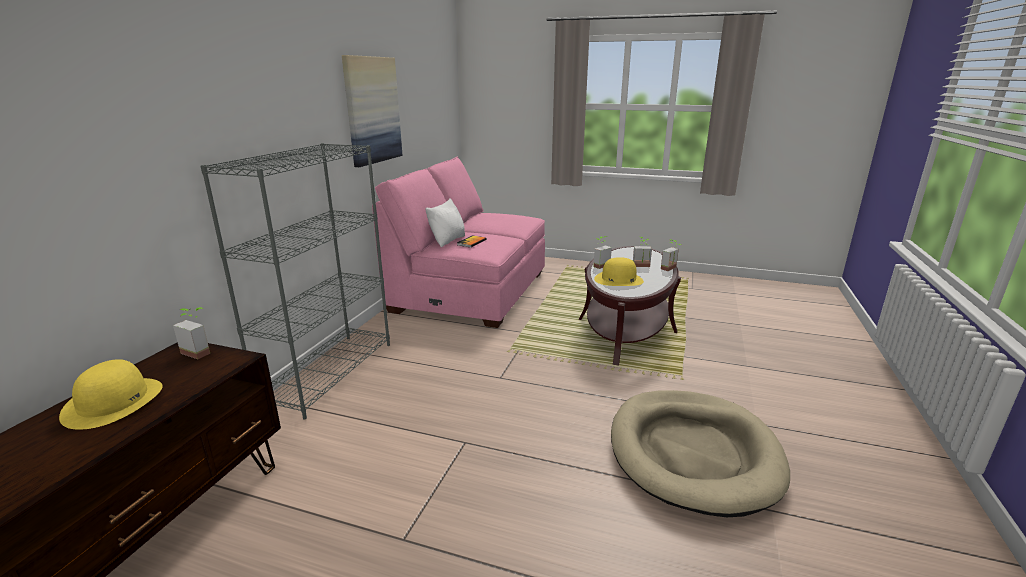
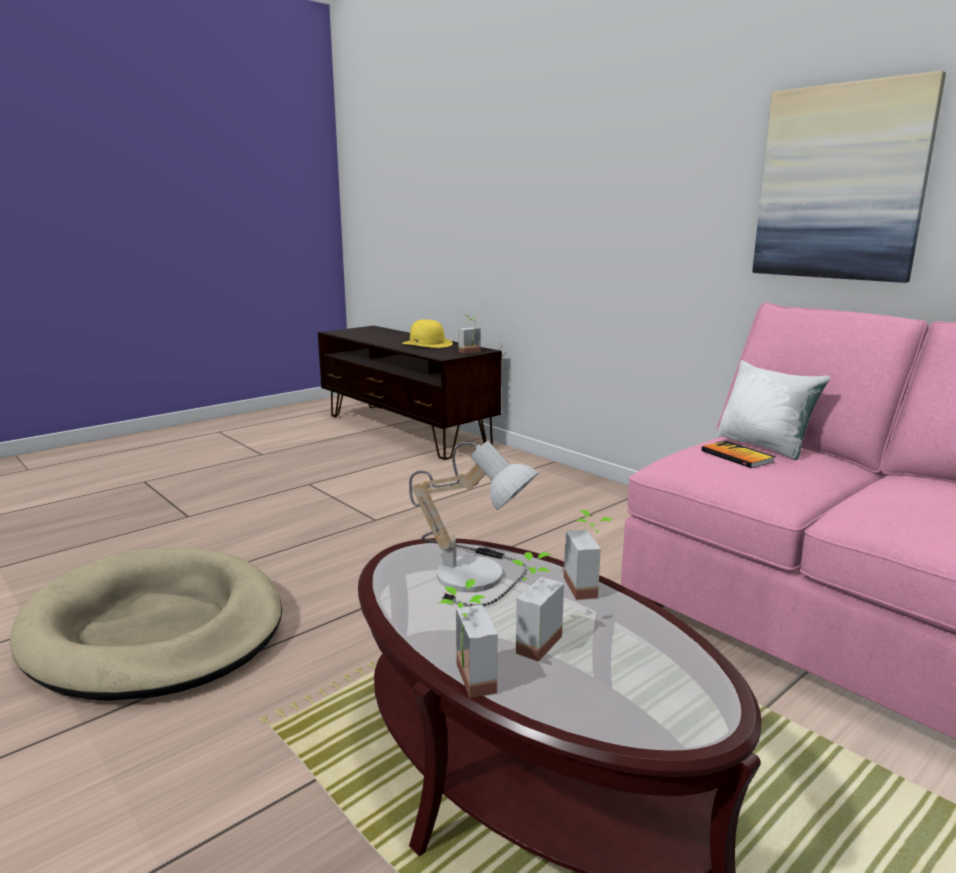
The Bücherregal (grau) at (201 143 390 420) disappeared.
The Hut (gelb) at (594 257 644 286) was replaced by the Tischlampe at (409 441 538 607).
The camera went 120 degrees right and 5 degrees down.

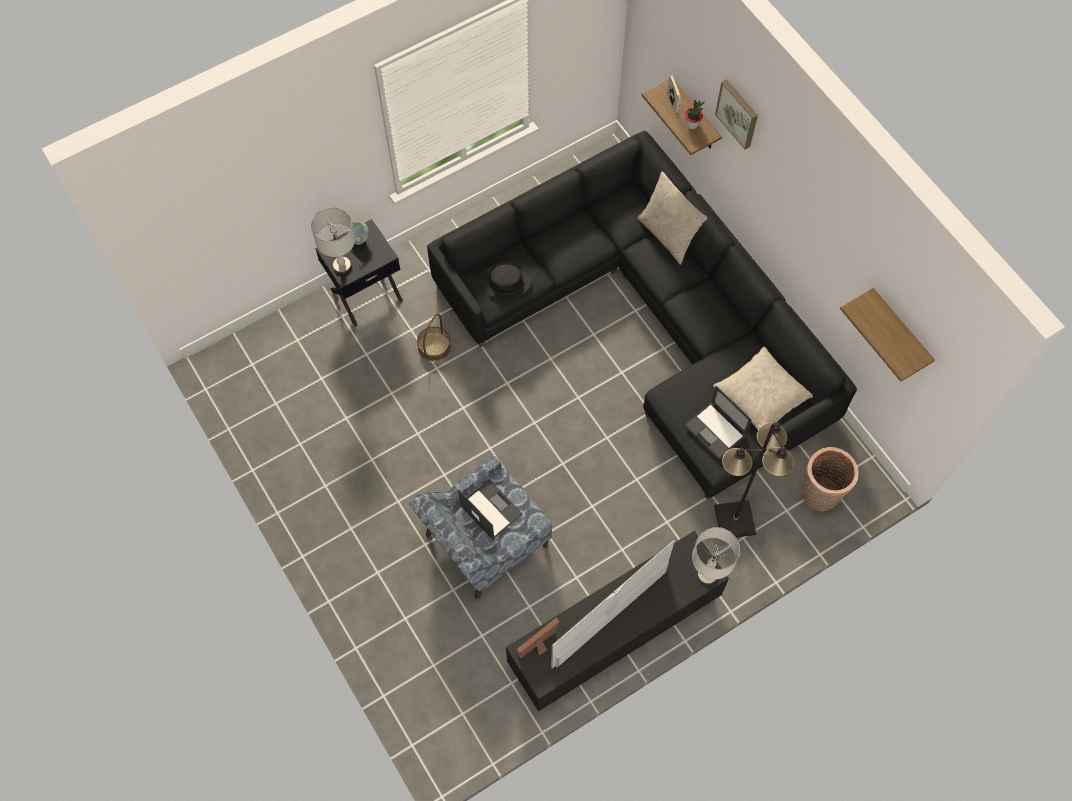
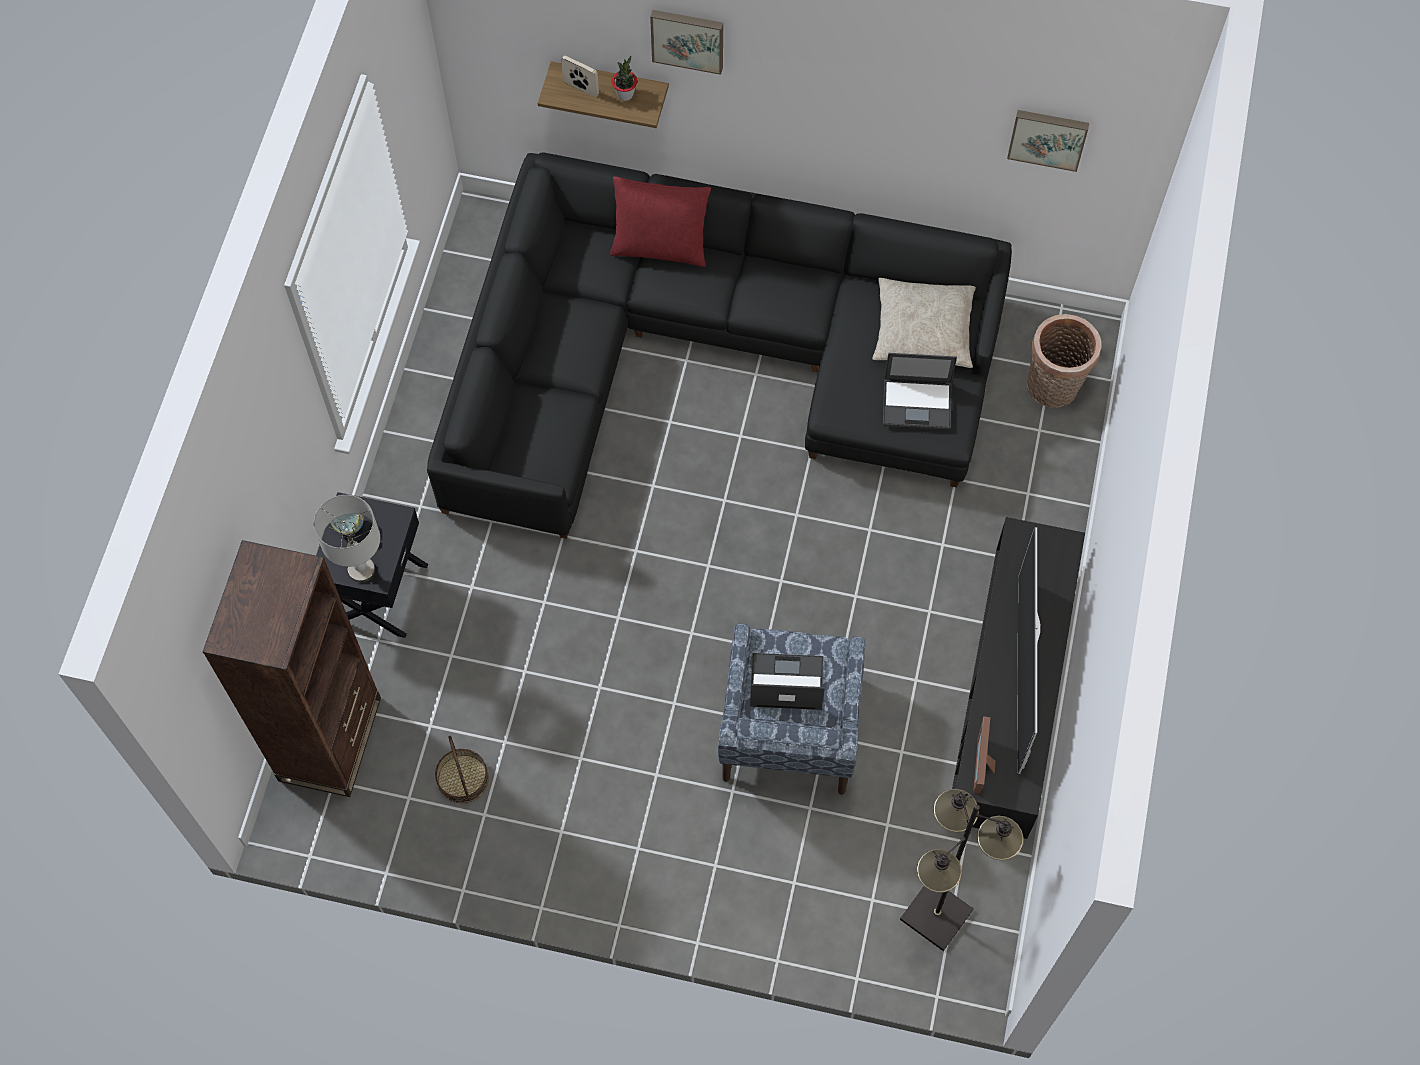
The Kissen (beige) at (638 171 707 265) became the Kissen (rot) at (610 177 711 267).
The Hut (schwarz) at (481 263 531 299) disappeared.
The Wandregal at (840 288 935 382) was replaced by the Bild at (1007 110 1089 172).
The Korb moved from (417 314 451 361) to (435 736 489 803).
The Stehlampe (schwarz) moved from (714 422 794 537) to (900 789 1024 951).
The Tischlampe (grau) at (692 527 740 585) disappeared.
The Bücherregal (braun) at (203 540 381 797) appeared.
The camera went 45 degrees left and 0 degrees up.

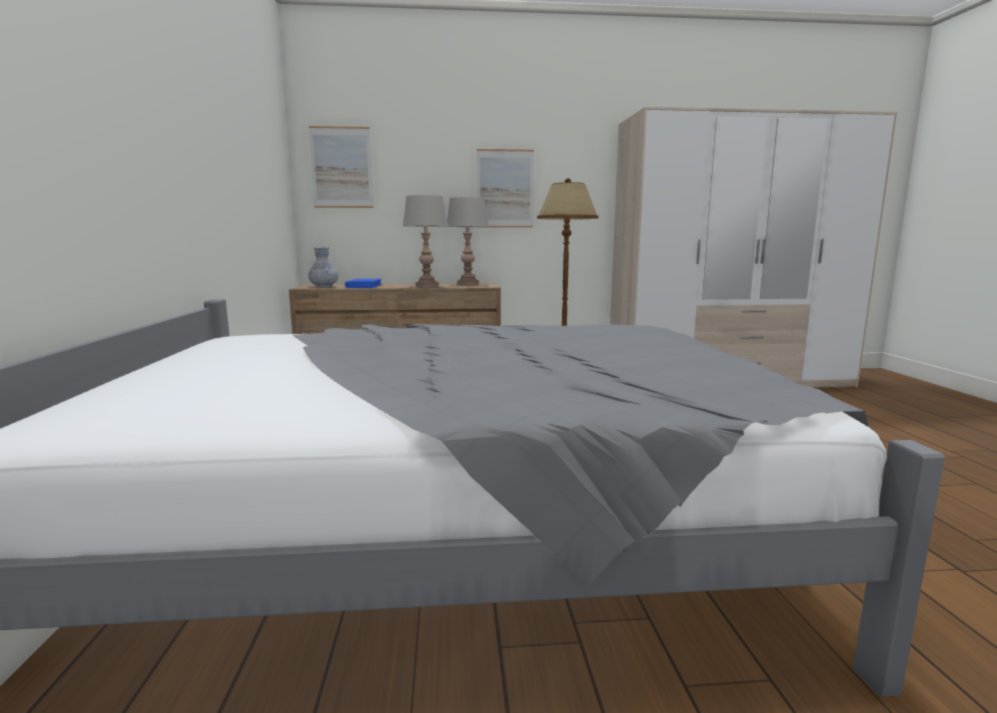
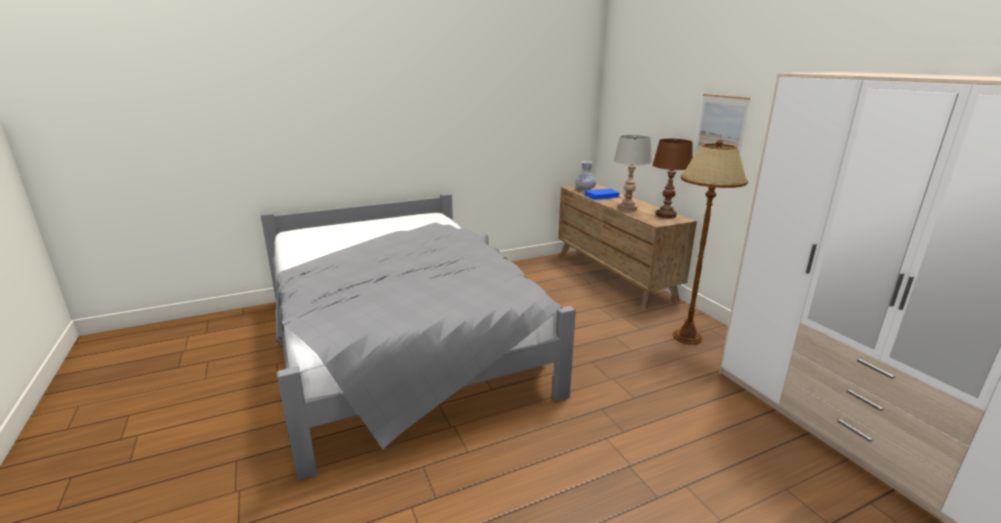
The Bild at (309 126 373 208) disappeared.
The Tischlampe (grau) at (446 197 489 285) became the Tischlampe (braun) at (652 139 693 218).
The camera went 70 degrees right and 10 degrees up.

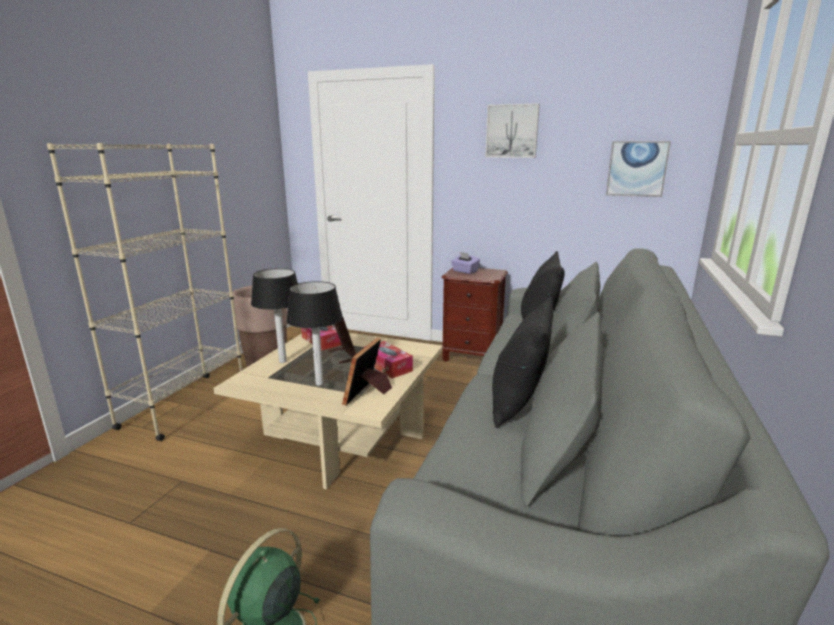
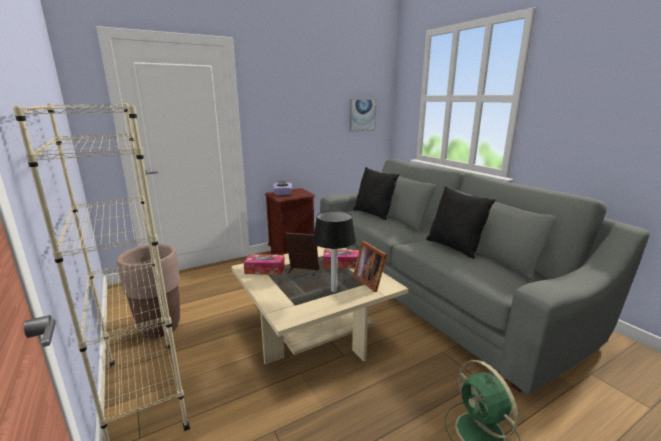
The Bild at (485 103 540 158) disappeared.
The Tischlampe at (251 268 298 363) disappeared.
The camera went 50 degrees left and 0 degrees up.

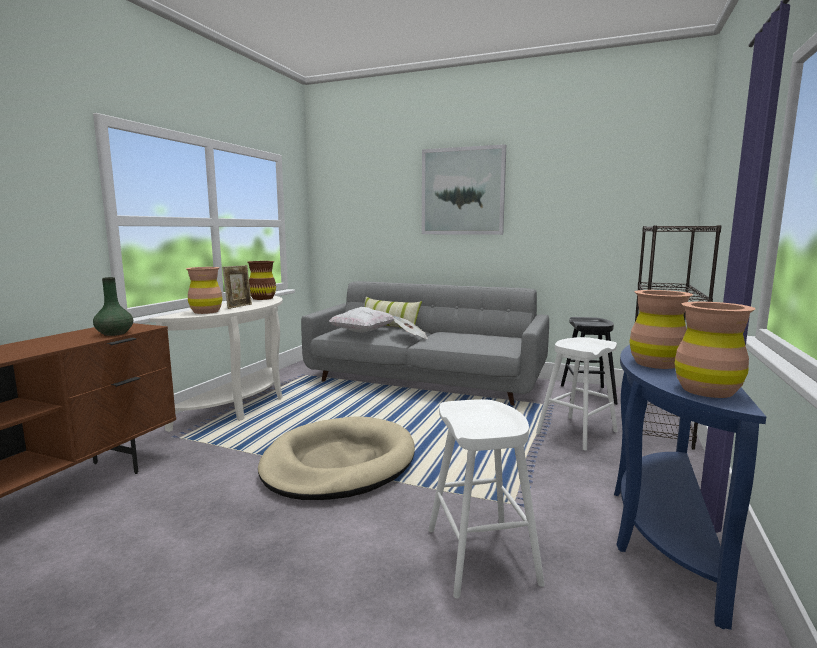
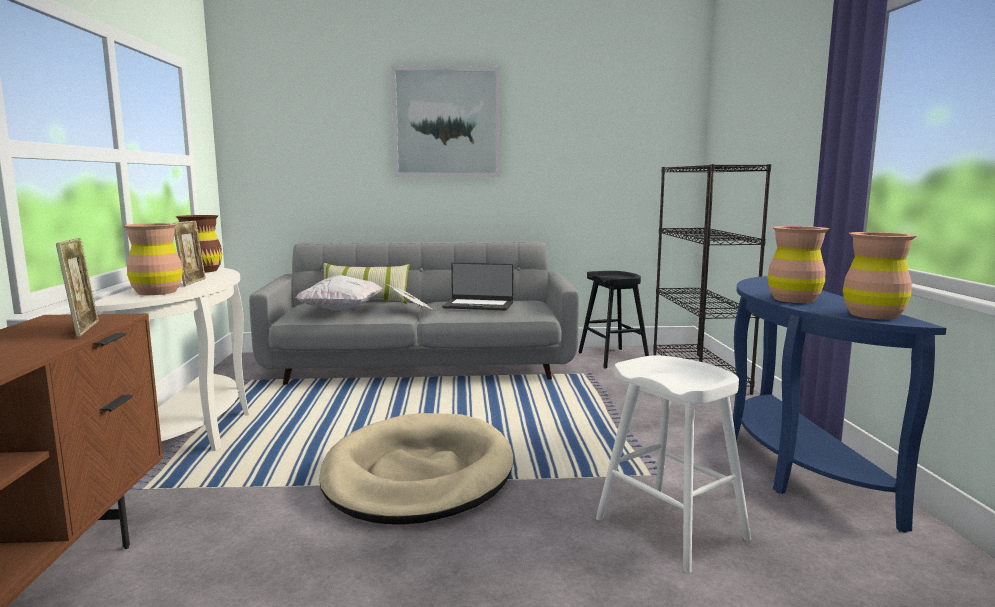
The Vase (grün) at (93 277 133 336) was replaced by the Bilderrahmen at (56 238 99 337).
The Hocker (weiß) at (536 337 618 451) disappeared.
The Laptop at (442 262 514 311) appeared.
The camera went 25 degrees left and 0 degrees up.

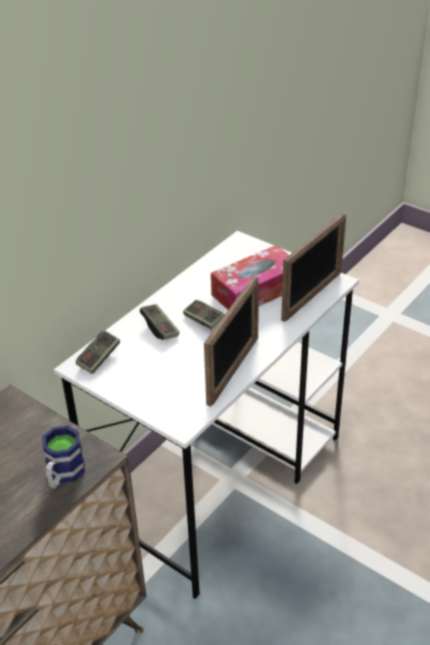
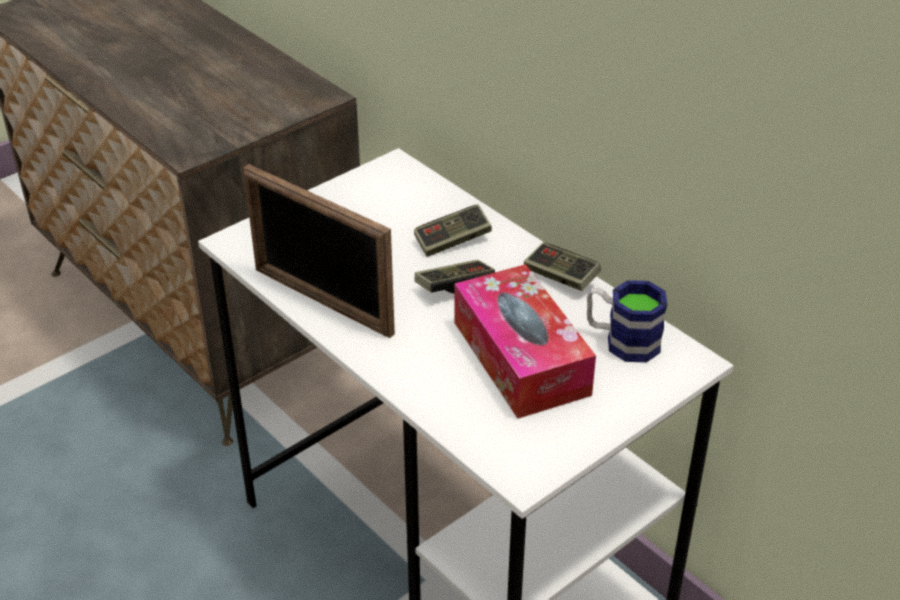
The Bilderrahmen at (281 213 346 322) disappeared.
The Gamepad moved from (76 330 120 374) to (524 243 601 291).
The Henkelbecher moved from (42 425 85 489) to (587 280 667 362).
The camera went 100 degrees right and 0 degrees up.

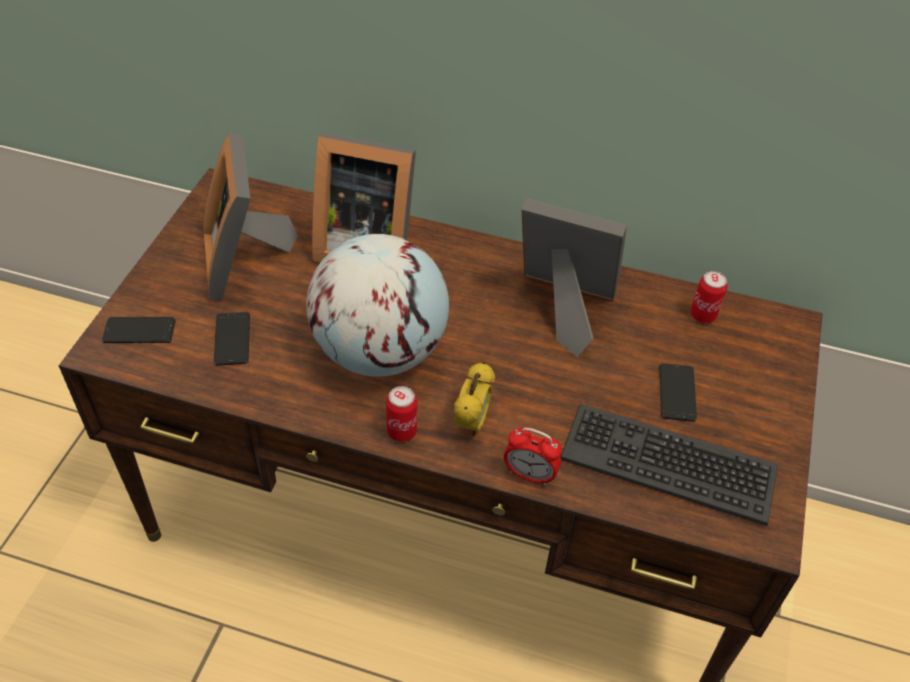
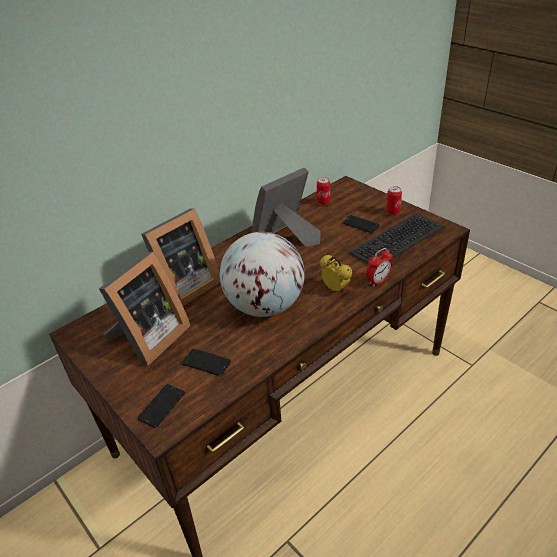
The Bilderrahmen at (203 133 298 301) turned 75 degrees counterclockwise.
The Dose moved from (386 386 417 442) to (386 186 402 215).
The camera went 55 degrees left and 10 degrees down.

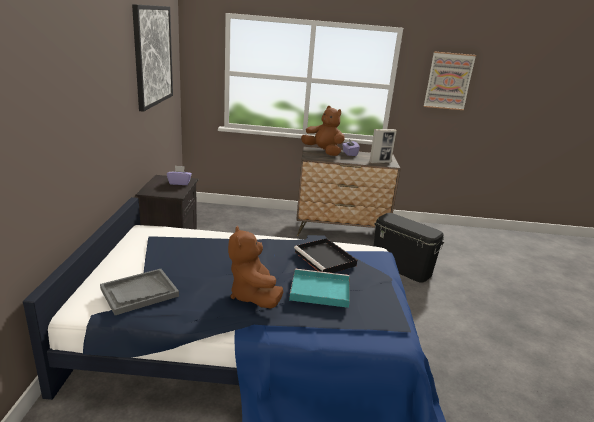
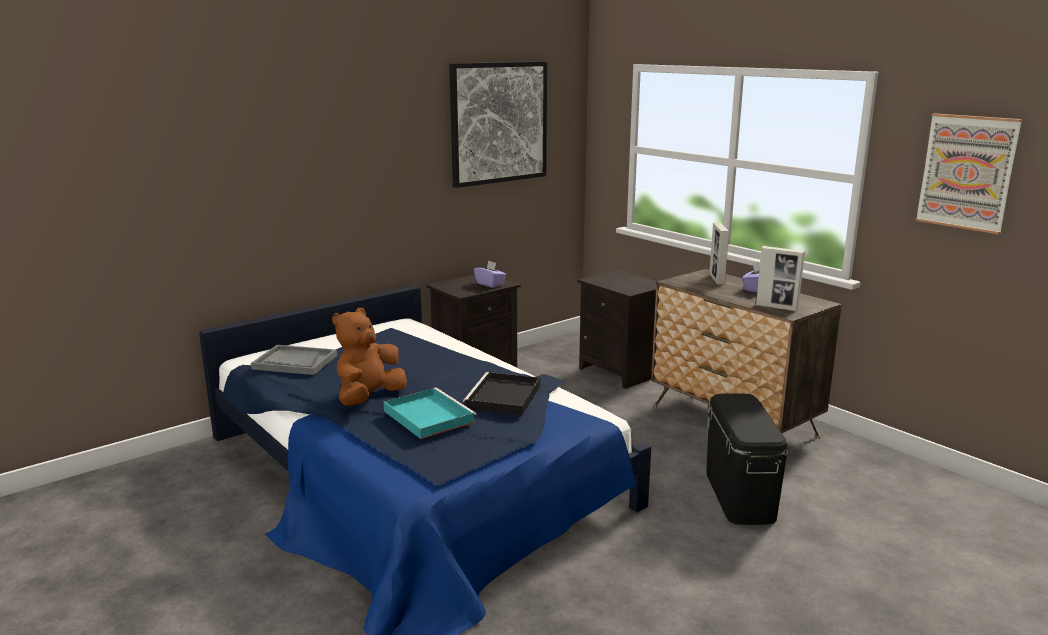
The Plüschtier (braun) at (301 106 345 156) was replaced by the Bilderrahmen at (709 223 730 285).
The Nachttisch (schwarz) at (578 270 656 389) appeared.
The camera went 50 degrees right and 5 degrees down.

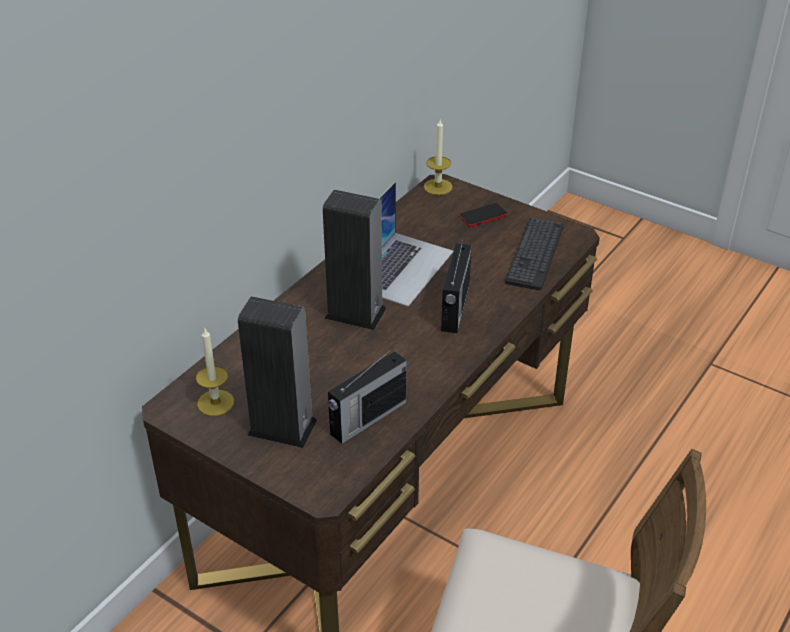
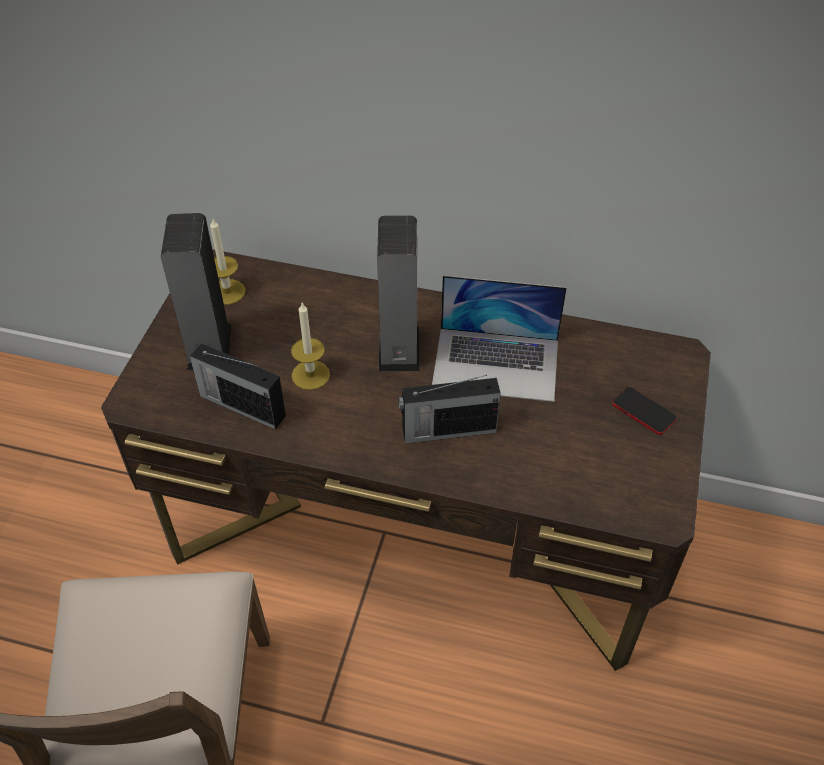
The Kerze moved from (424 119 453 195) to (291 303 330 390).
The Tastatur at (505 218 563 290) disappeared.
The camera went 70 degrees right and 10 degrees up.

